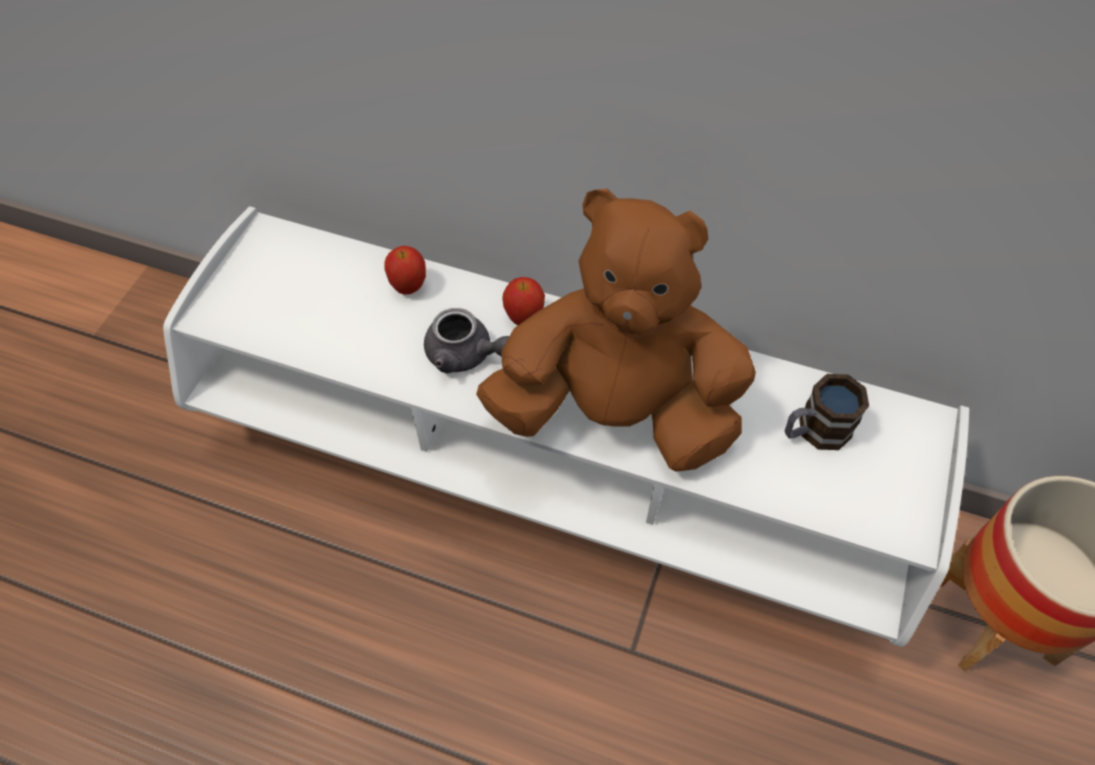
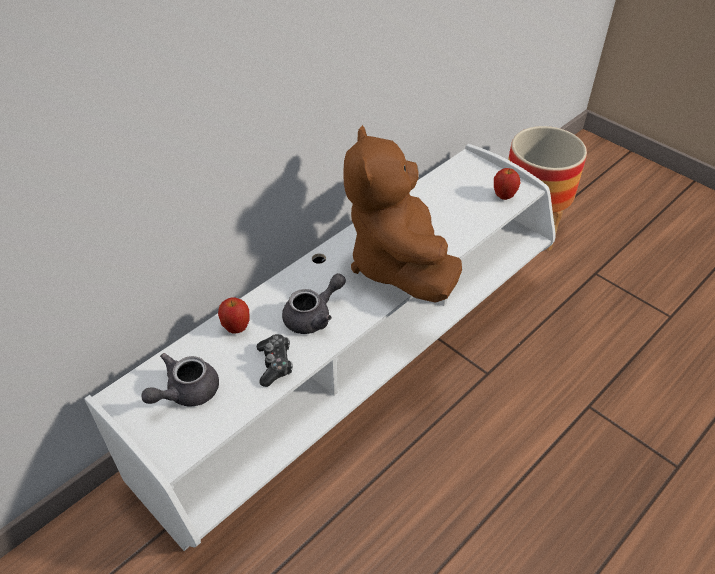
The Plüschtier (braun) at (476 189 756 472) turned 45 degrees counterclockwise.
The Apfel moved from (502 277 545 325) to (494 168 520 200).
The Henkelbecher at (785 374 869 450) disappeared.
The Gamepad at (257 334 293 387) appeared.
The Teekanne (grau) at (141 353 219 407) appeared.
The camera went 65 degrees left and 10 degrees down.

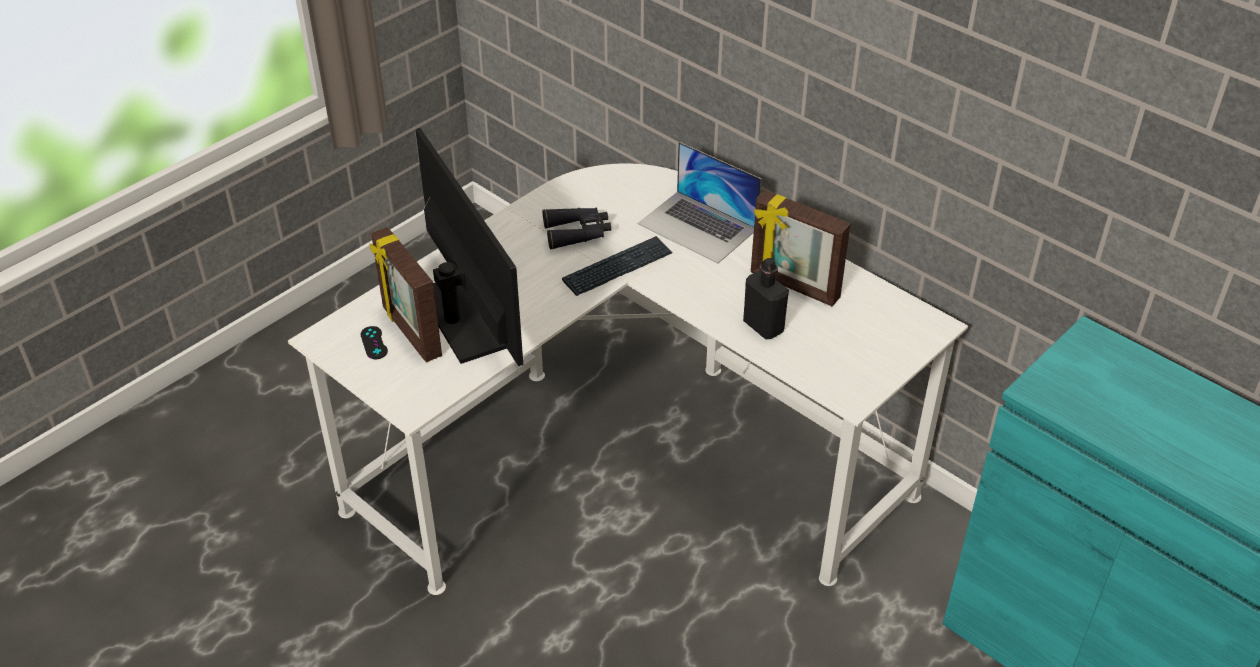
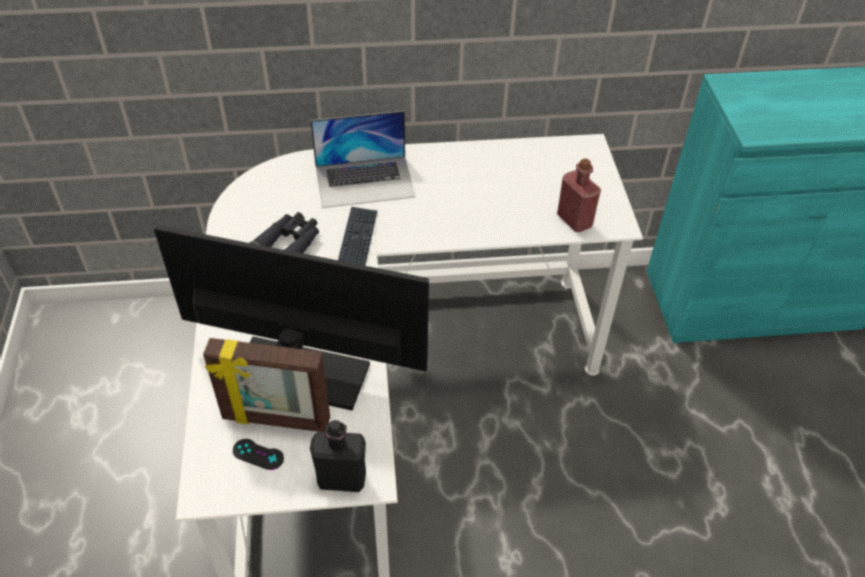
The Bilderrahmen at (751 190 851 306) disappeared.
The Flasche (schwarz) moved from (743 258 789 339) to (310 420 366 492).
The Flasche (rot) at (557 158 601 232) appeared.
The camera went 50 degrees left and 5 degrees up.

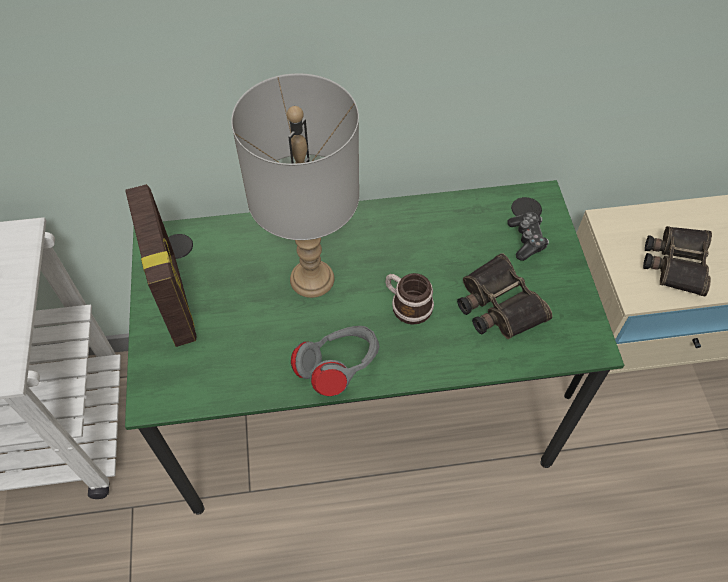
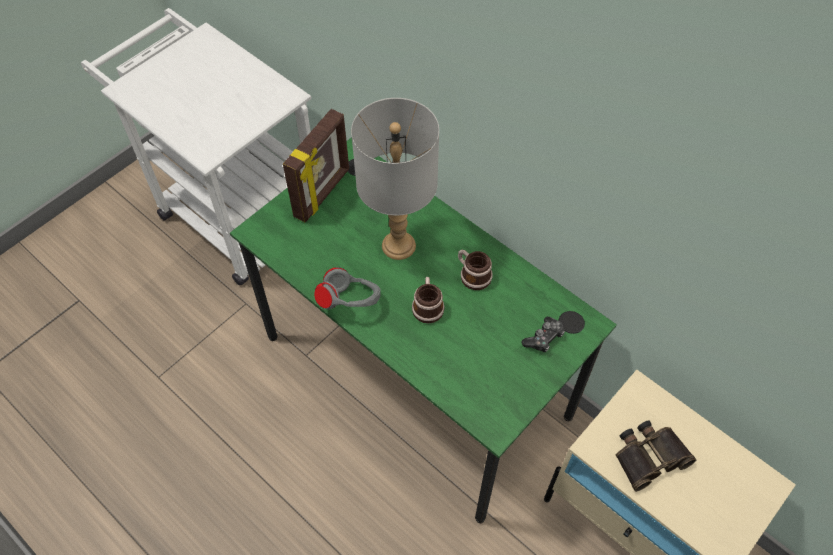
The Fernglas at (457 253 553 339) disappeared.
The Henkelbecher at (458 250 493 290) appeared.
The camera went 50 degrees right and 0 degrees up.

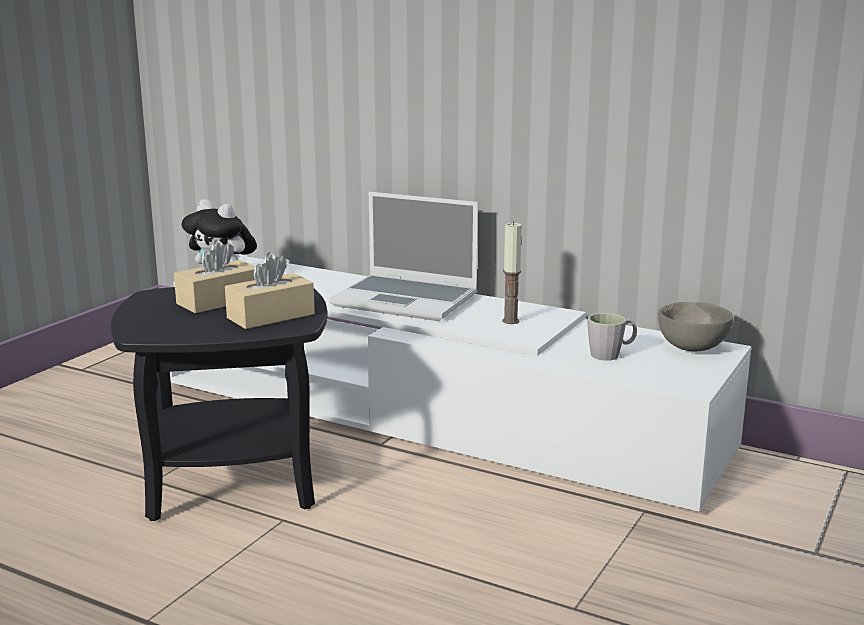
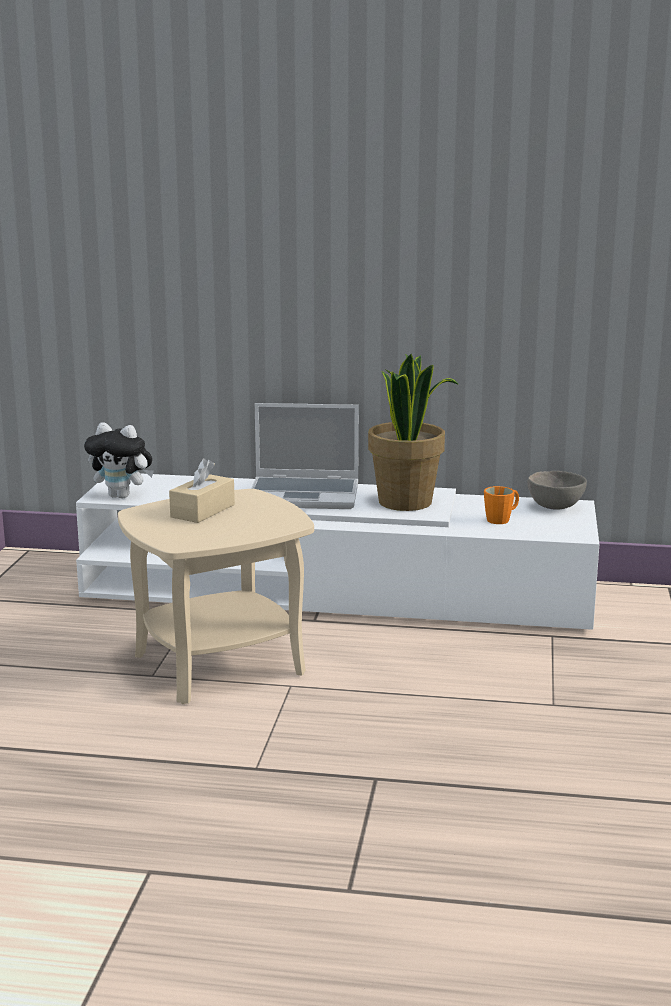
The Kerze at (502 221 522 324) was replaced by the Topfpflanze at (368 354 459 511).
The Taschentuchbox (beige) at (225 252 315 329) disappeared.
The Beistelltisch (schwarz) at (111 287 327 521) became the Beistelltisch (beige) at (118 489 314 704).
The Henkelbecher (grau) at (587 313 637 361) became the Henkelbecher (orange) at (484 486 519 524).
The camera went 20 degrees left and 0 degrees up.

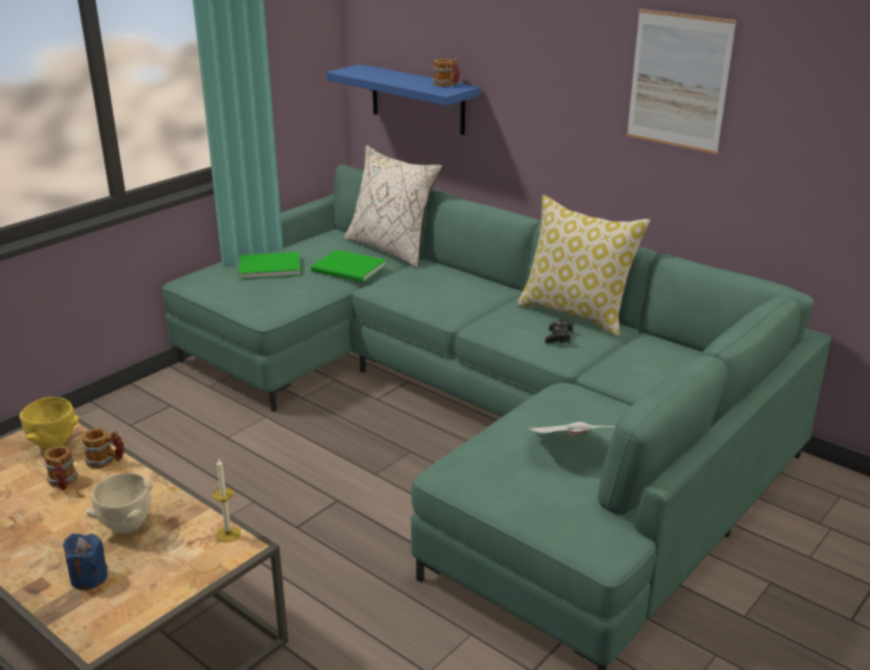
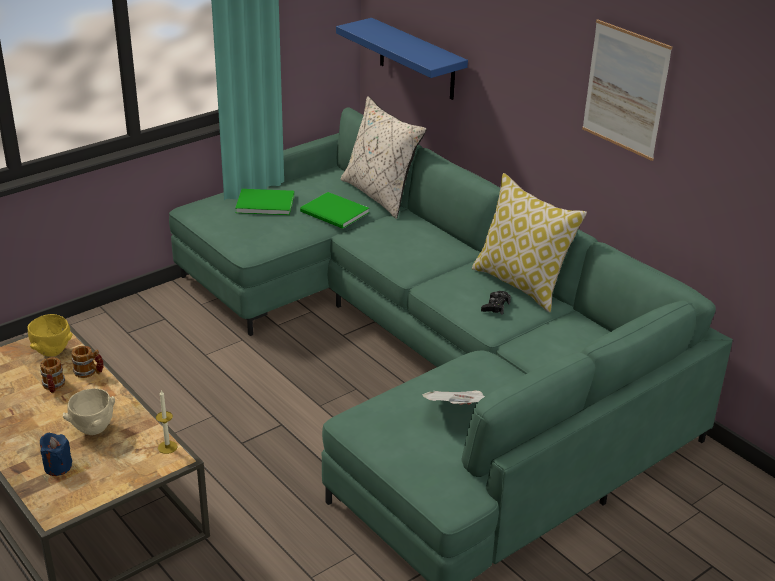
The Henkelbecher at (433 58 460 86) disappeared.
The camera went 10 degrees right and 5 degrees up.

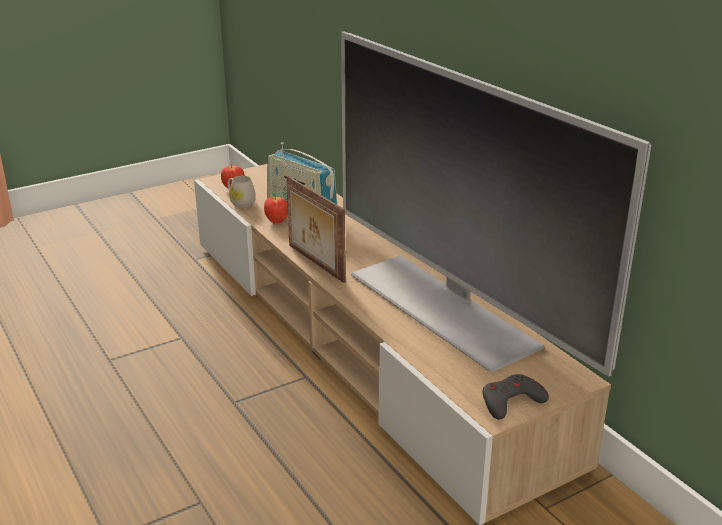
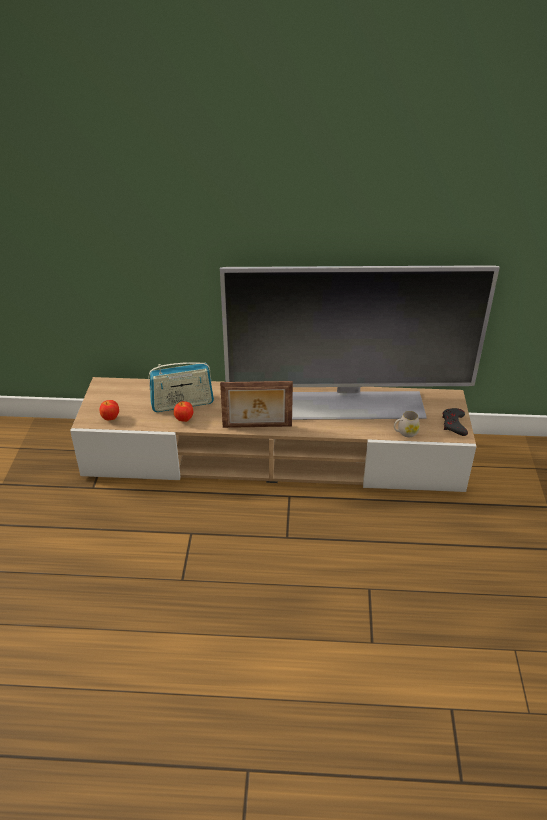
The Henkelbecher (weiß) moved from (227 176 256 208) to (394 411 420 437).
The camera went 55 degrees left and 10 degrees up.

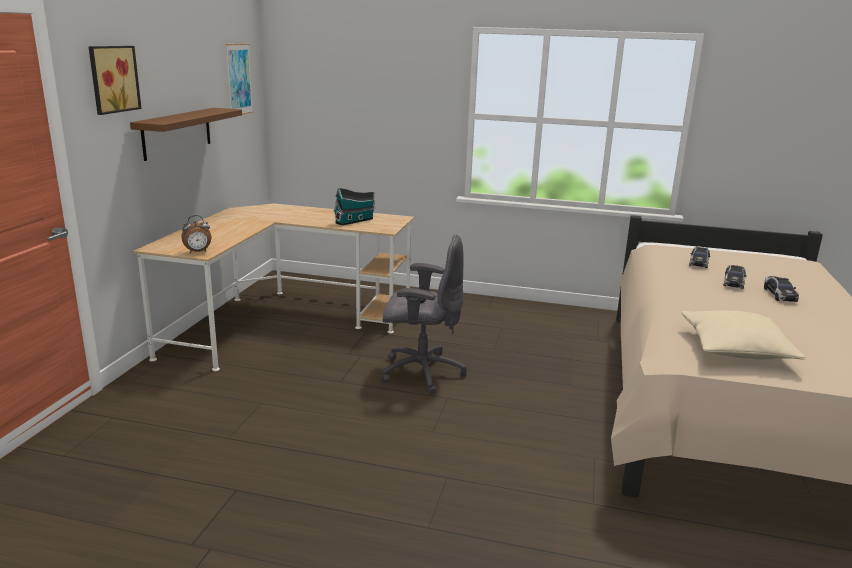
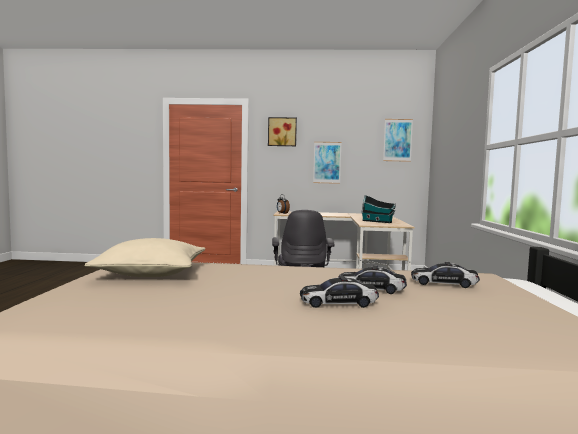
The Wandregal (braun) at (130 108 242 161) was replaced by the Bild at (313 142 342 184).
The camera went 80 degrees right and 15 degrees down.

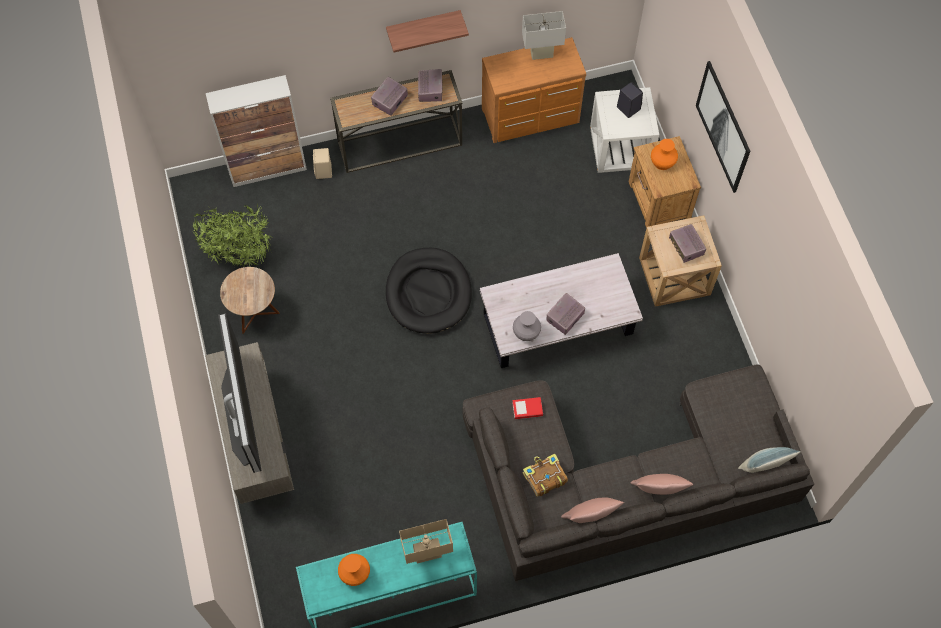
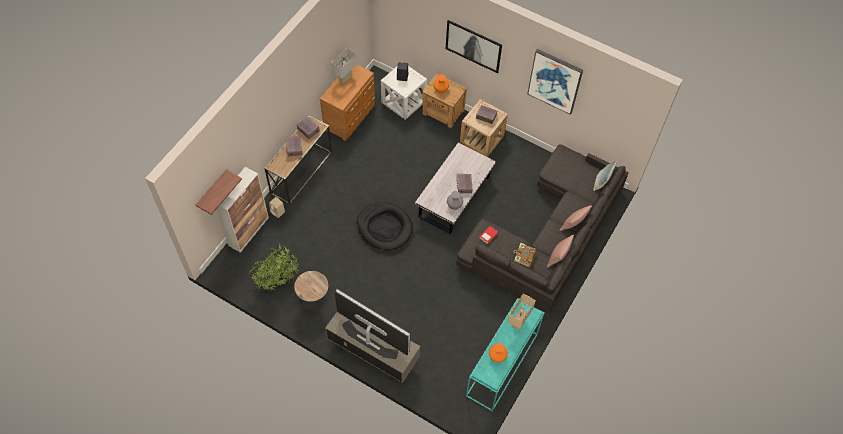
The Wandregal moved from (386 10 469 53) to (196 170 242 215).
The Bild at (527 49 583 115) appeared.
The camera went 45 degrees left and 5 degrees down.

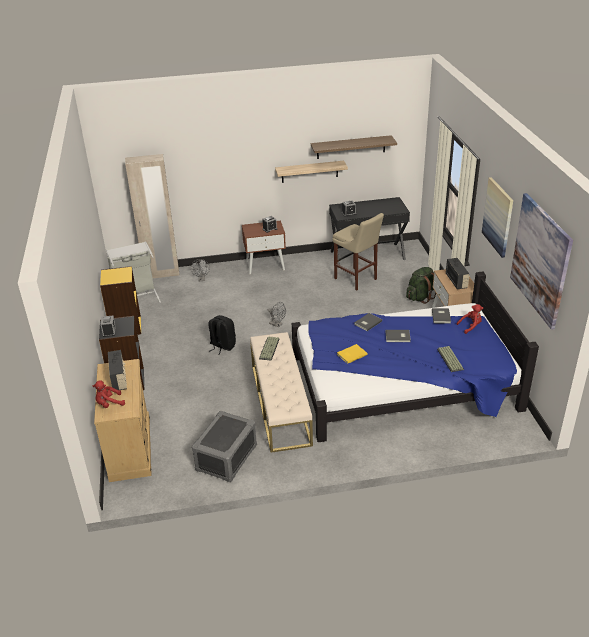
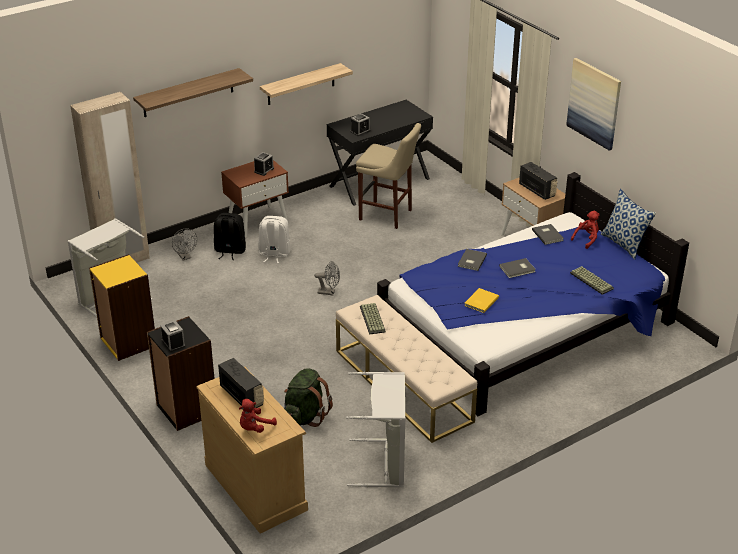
The Wandregal moved from (311 135 397 159) to (133 68 253 117).
The Bild at (510 193 573 330) disappeared.
The Rucksack (grün) moved from (406 267 436 304) to (284 368 333 427).
The Rucksack (schwarz) moved from (208 315 236 355) to (214 213 246 260).
The Aufbewahrungsbox (grau) at (192 411 257 482) was replaced by the Wäschekorb (grau) at (346 372 405 487).
The Kissen at (601 189 656 259) appeared.
The Rucksack (weiß) at (258 216 290 263) appeared.
The camera went 25 degrees left and 0 degrees up.

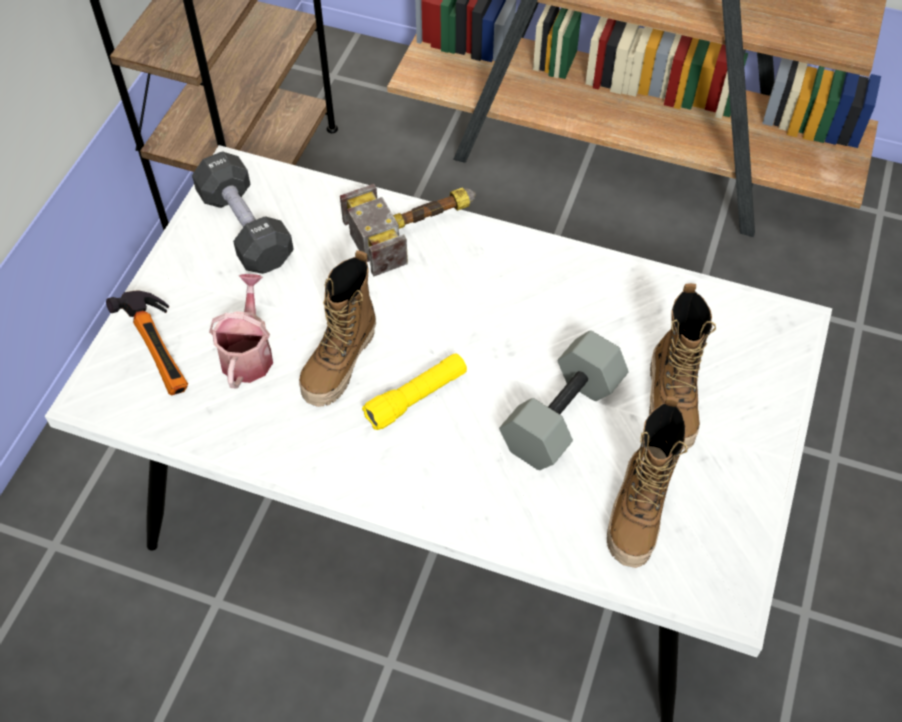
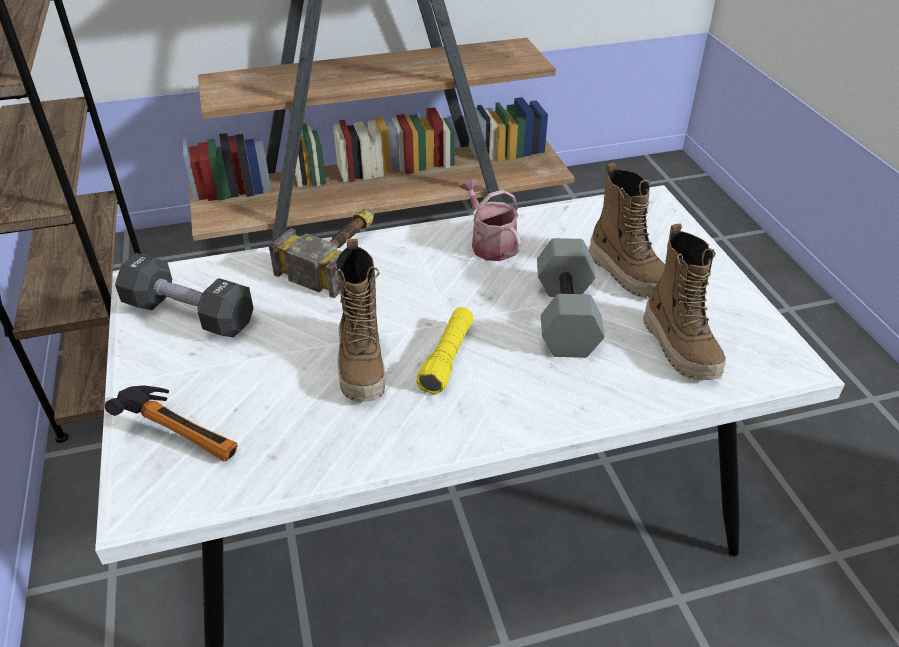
The Gießkanne moved from (209 274 273 389) to (459 179 521 261).
The camera went 35 degrees left and 15 degrees down.

